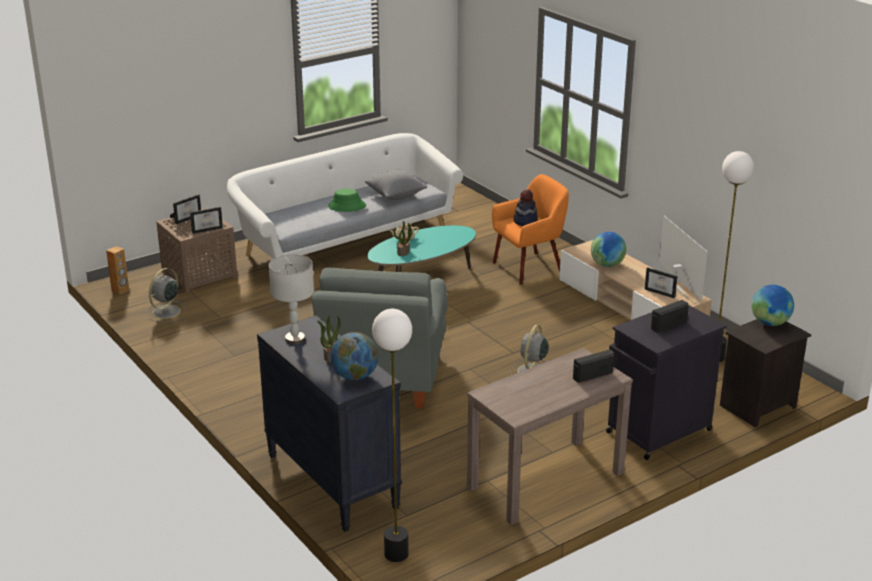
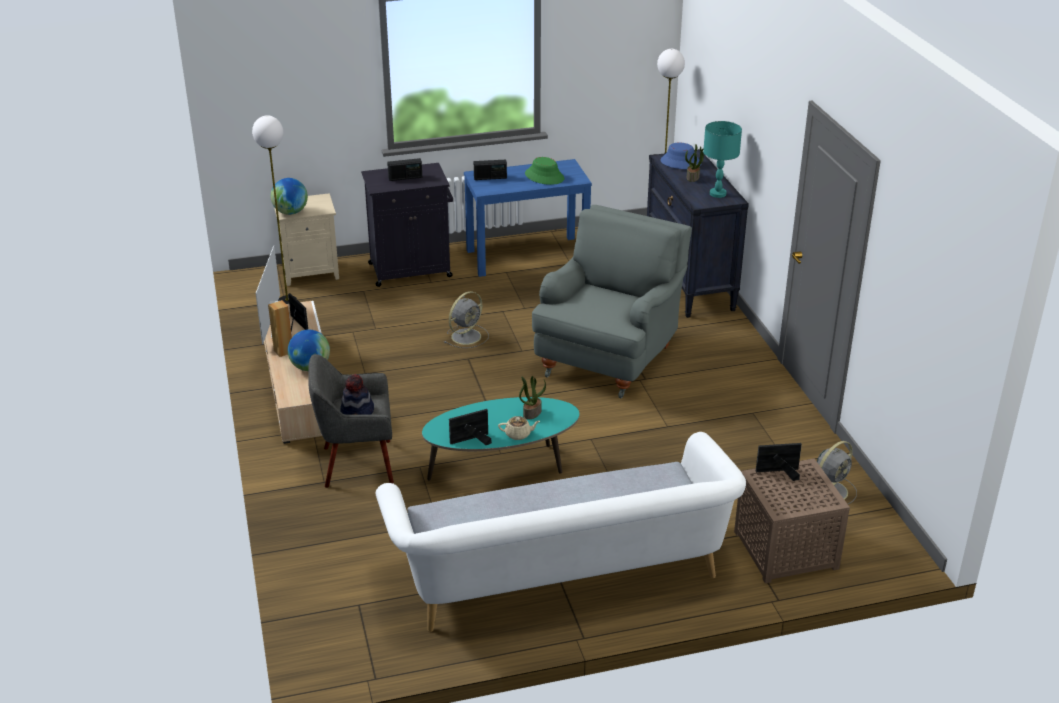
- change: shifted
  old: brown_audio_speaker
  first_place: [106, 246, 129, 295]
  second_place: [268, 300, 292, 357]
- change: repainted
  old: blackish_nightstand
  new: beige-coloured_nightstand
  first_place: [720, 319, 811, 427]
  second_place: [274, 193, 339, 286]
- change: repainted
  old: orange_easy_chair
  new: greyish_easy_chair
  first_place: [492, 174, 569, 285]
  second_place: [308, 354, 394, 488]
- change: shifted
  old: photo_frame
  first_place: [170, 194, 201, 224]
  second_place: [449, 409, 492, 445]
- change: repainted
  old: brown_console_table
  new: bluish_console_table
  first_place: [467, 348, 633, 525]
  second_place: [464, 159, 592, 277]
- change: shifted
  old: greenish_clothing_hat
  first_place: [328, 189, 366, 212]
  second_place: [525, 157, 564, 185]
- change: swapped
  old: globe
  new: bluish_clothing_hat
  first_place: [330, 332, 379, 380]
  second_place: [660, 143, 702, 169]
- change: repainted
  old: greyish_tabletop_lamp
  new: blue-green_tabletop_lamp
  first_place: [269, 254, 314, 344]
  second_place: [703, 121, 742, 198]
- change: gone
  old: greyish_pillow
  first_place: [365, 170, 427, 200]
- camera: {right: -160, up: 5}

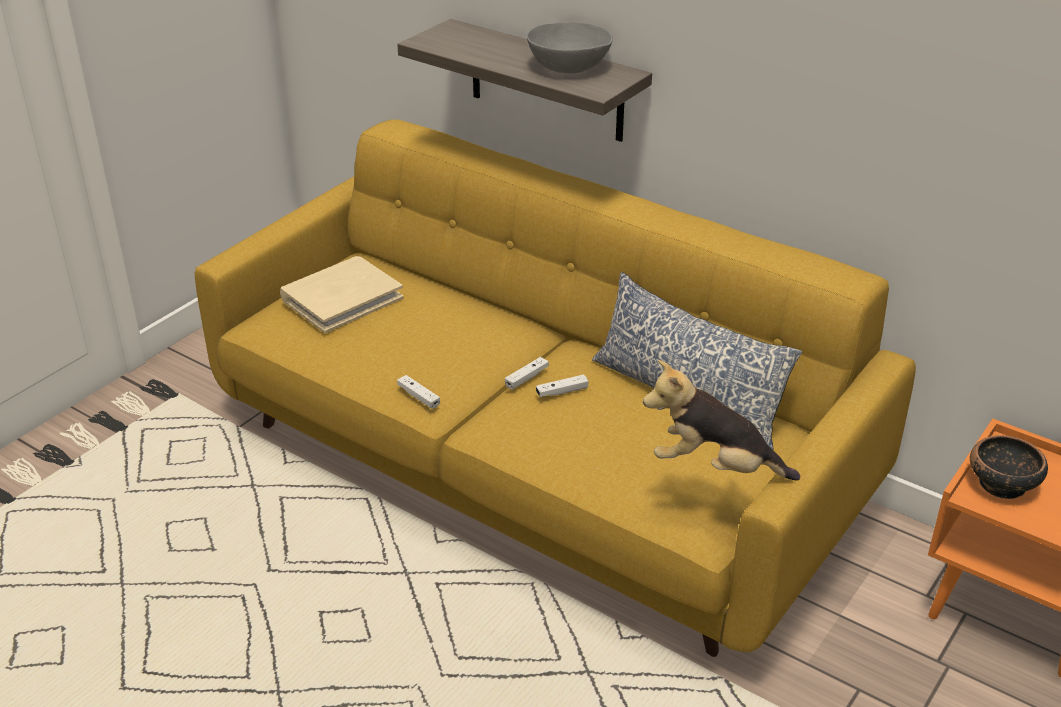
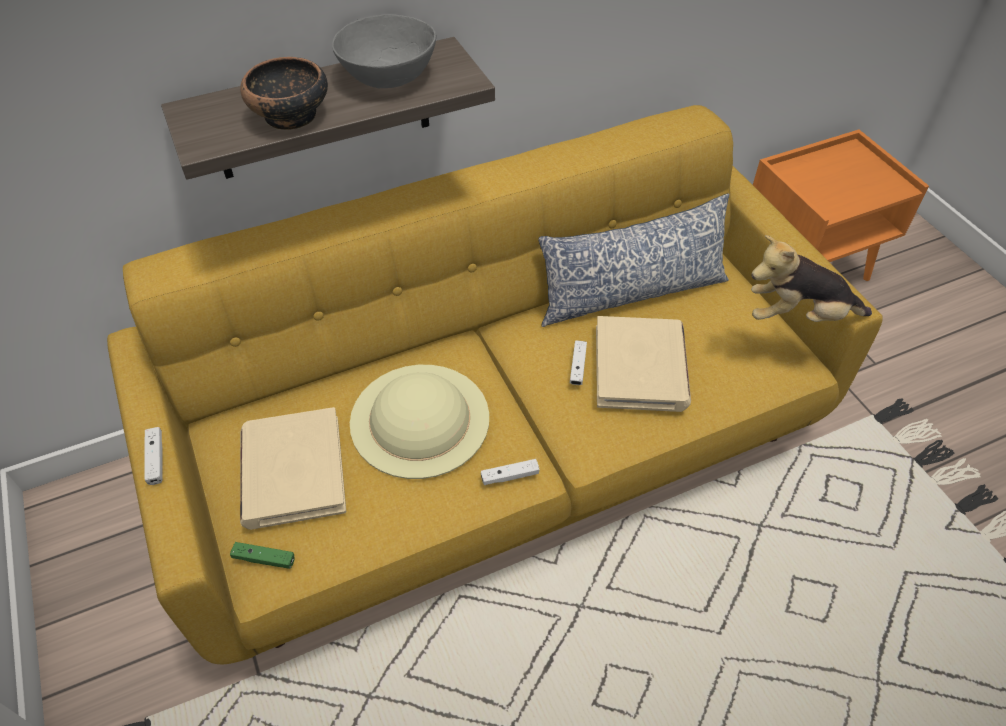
- change: shifted
  old: whitish_game_controller
  first_place: [505, 357, 549, 390]
  second_place: [145, 427, 162, 485]
- change: new
  new: greenish_game_controller
  second_place: [230, 542, 295, 569]
- change: shifted
  old: deep_dish
  first_place: [970, 435, 1048, 499]
  second_place: [240, 57, 328, 130]
- change: new
  new: beige-coloured_clothing_hat
  second_place: [350, 365, 489, 479]
- change: new
  new: beige-coloured_volume
  second_place: [596, 316, 691, 412]
- change: rotated
  old: plush_toy
  first_place: [643, 360, 800, 480]
  second_place: [751, 235, 872, 322]
  degrees: 45
- camera: {right: -60, up: 15}

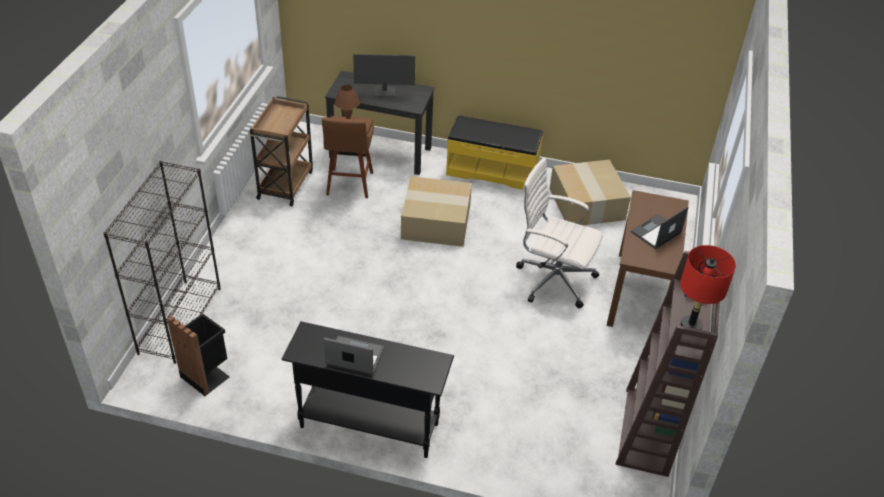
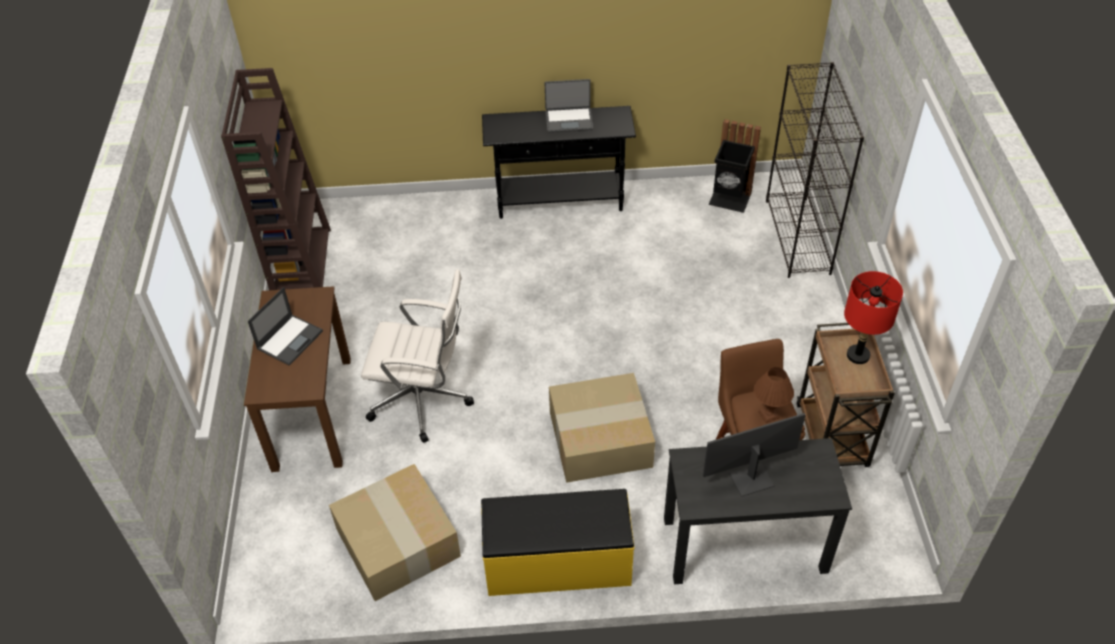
- change: shifted
  old: red_tabletop_lamp
  first_place: [680, 245, 736, 330]
  second_place: [844, 271, 903, 364]
- camera: {right: 165, up: 5}

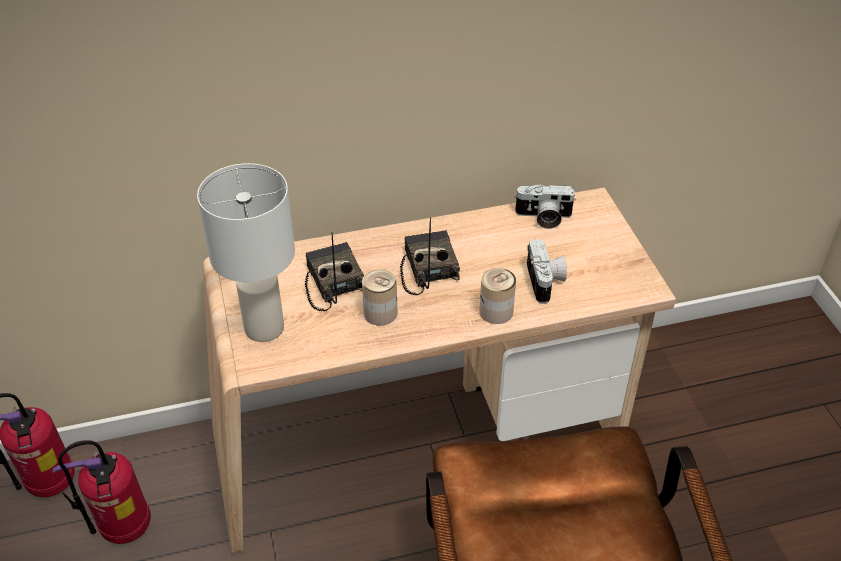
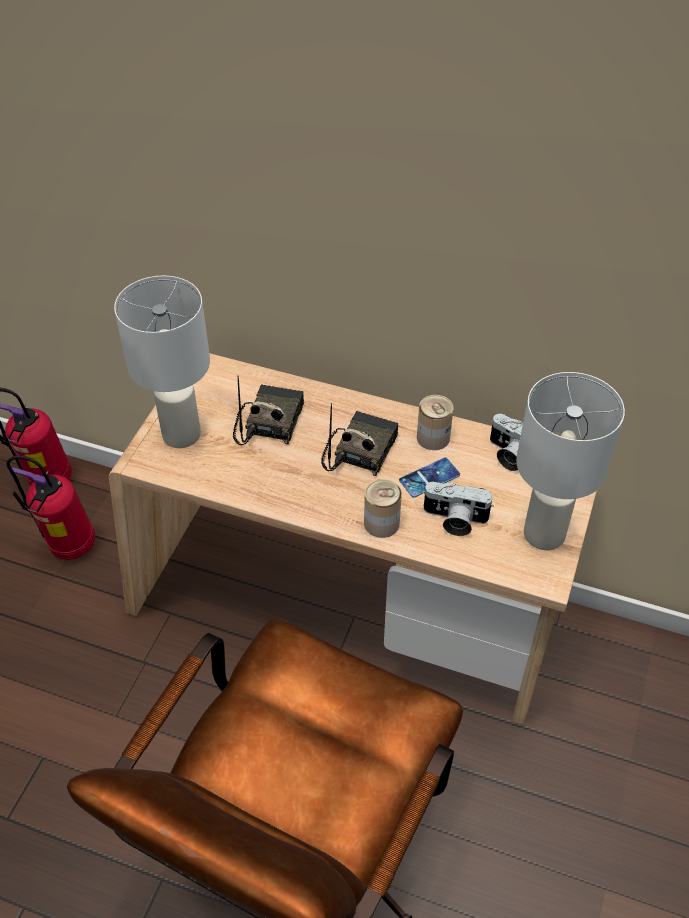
- change: new
  new: telephone
  second_place: [399, 457, 460, 498]
- change: shifted
  old: sealed_can
  first_place: [362, 269, 397, 326]
  second_place: [417, 395, 454, 450]
- change: rotated
  old: still_camera
  first_place: [527, 239, 567, 304]
  second_place: [422, 482, 494, 536]
  degrees: 75
- change: new
  new: whitish_tabletop_lamp
  second_place: [516, 372, 625, 550]
- camera: {right: 35, up: 5}

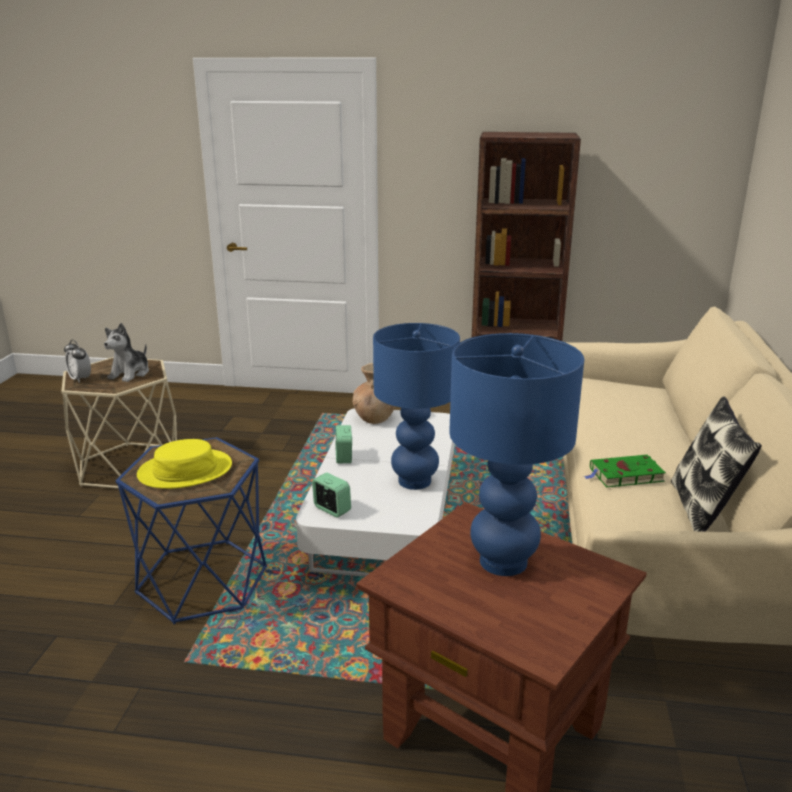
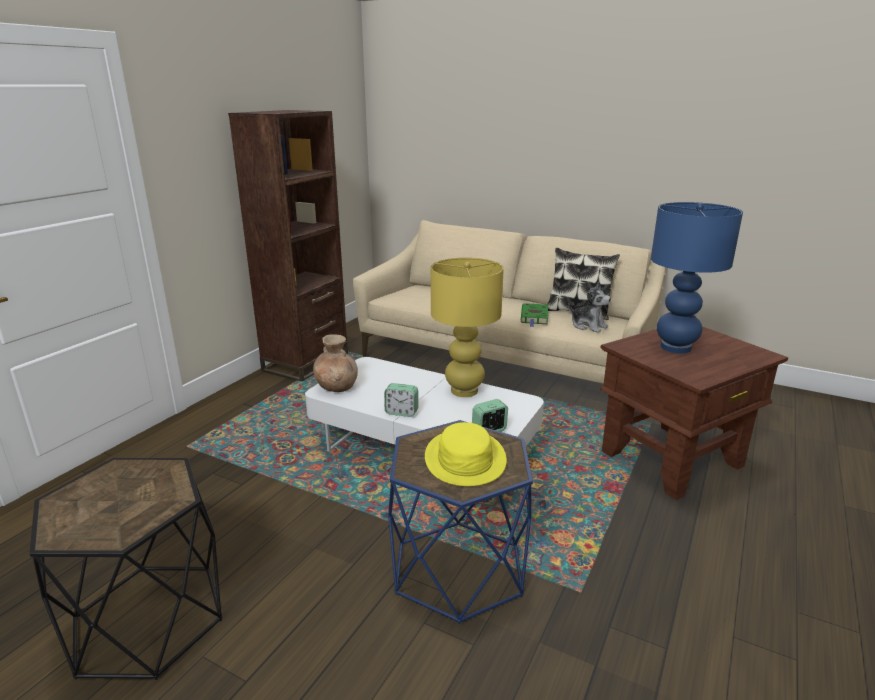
- change: repainted
  old: beige-coloured_side_table
  new: blackish_side_table
  first_place: [61, 357, 177, 489]
  second_place: [29, 458, 222, 680]
- change: repainted
  old: bluish_tabletop_lamp
  new: yellow_tabletop_lamp
  first_place: [373, 323, 460, 490]
  second_place: [431, 258, 504, 397]
- change: shifted
  old: plush_toy
  first_place: [104, 323, 149, 382]
  second_place: [568, 282, 611, 333]
- change: gone
  old: alarm_clock
  first_place: [64, 340, 91, 383]
- camera: {right: -70, up: 0}

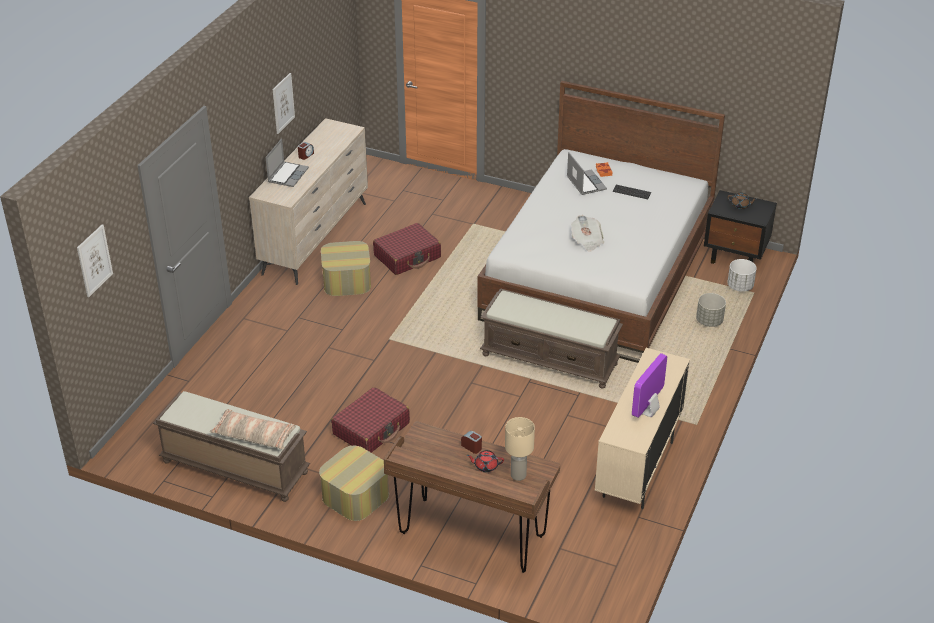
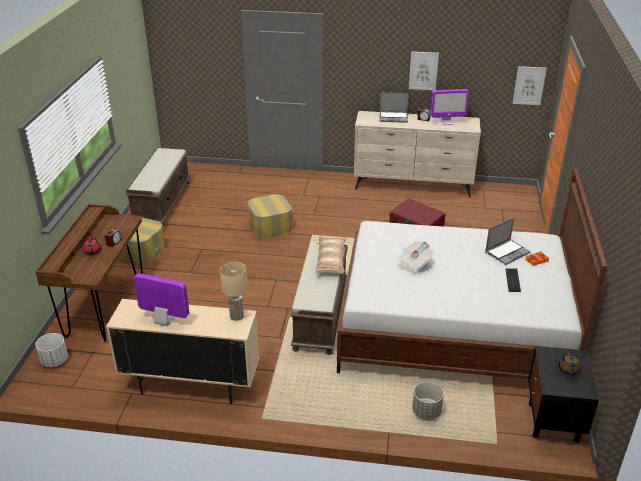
- change: shifted
  old: whitish_planter
  first_place: [727, 259, 757, 292]
  second_place: [36, 333, 68, 367]
- change: shifted
  old: beige-coloured_tabletop_lamp
  first_place: [505, 417, 535, 481]
  second_place: [220, 262, 248, 321]
- change: shifted
  old: pouffe
  first_place: [321, 241, 371, 296]
  second_place: [248, 194, 292, 239]
- change: shifted
  old: pillow
  first_place: [210, 409, 296, 449]
  second_place: [316, 237, 346, 274]
- change: new
  new: computer_screen
  second_place: [430, 89, 469, 125]
- change: shifted
  old: wall_picture
  first_place: [77, 224, 113, 297]
  second_place: [512, 66, 547, 105]
- change: gone
  old: red_travel_case
  first_place: [331, 387, 410, 452]
- camera: {right: 75, up: -5}

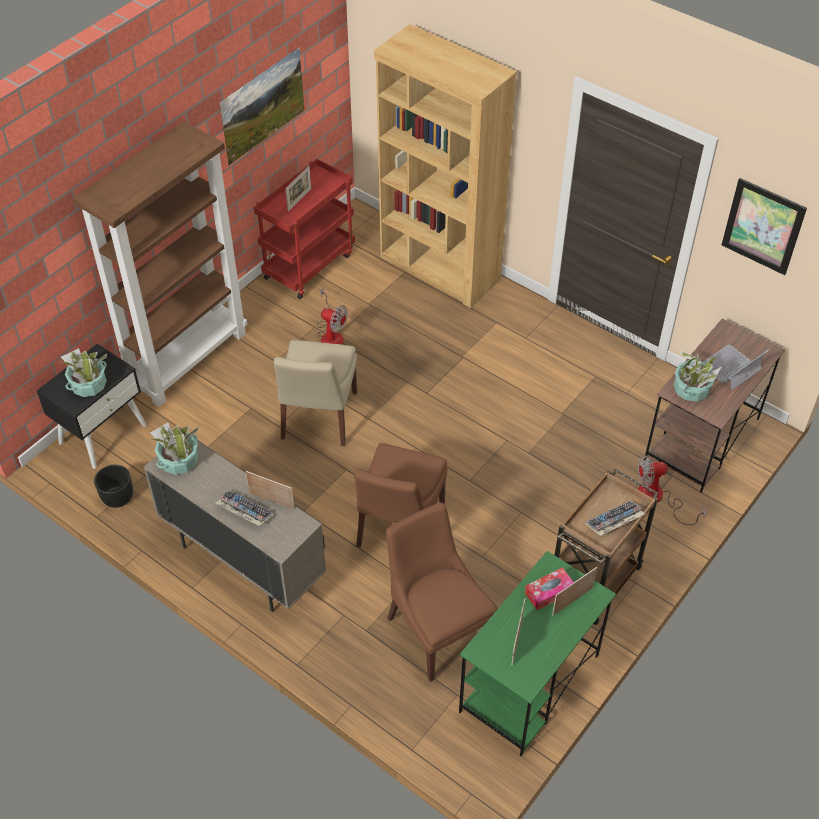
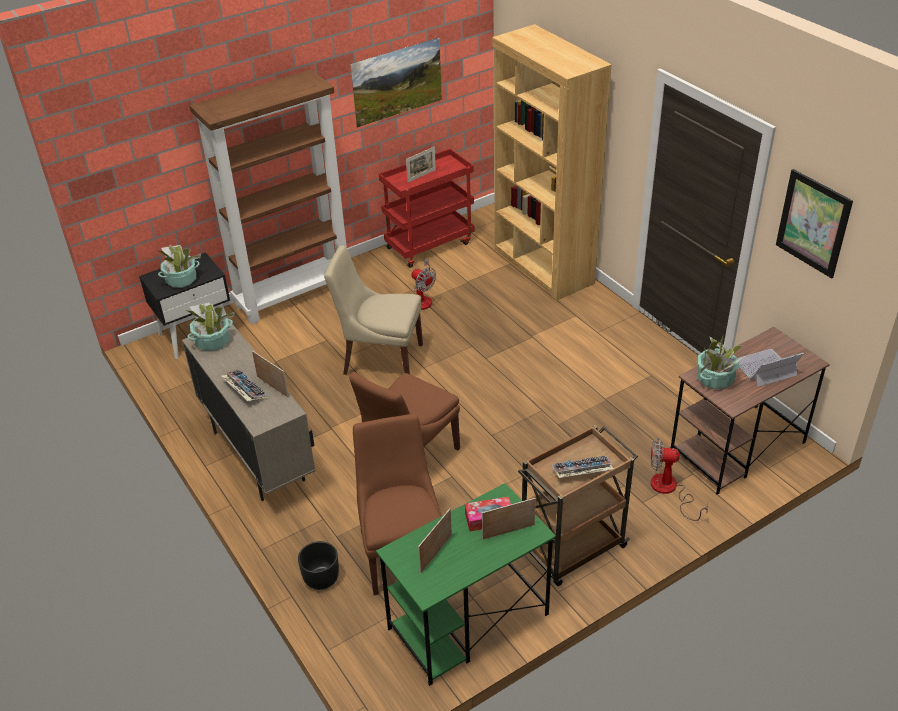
- change: shifted
  old: blackish_planter
  first_place: [94, 465, 133, 508]
  second_place: [298, 541, 339, 590]
- change: rotated
  old: beige-coloured_plain_chair
  first_place: [274, 340, 357, 446]
  second_place: [324, 245, 423, 375]
  degrees: 75
- camera: {right: 20, up: -10}

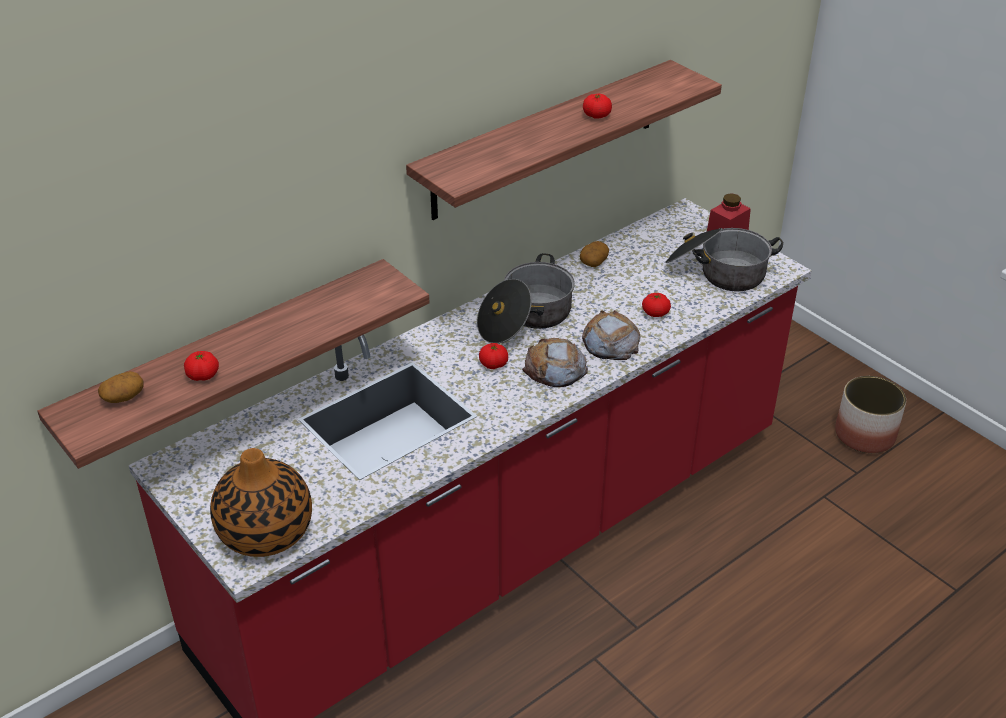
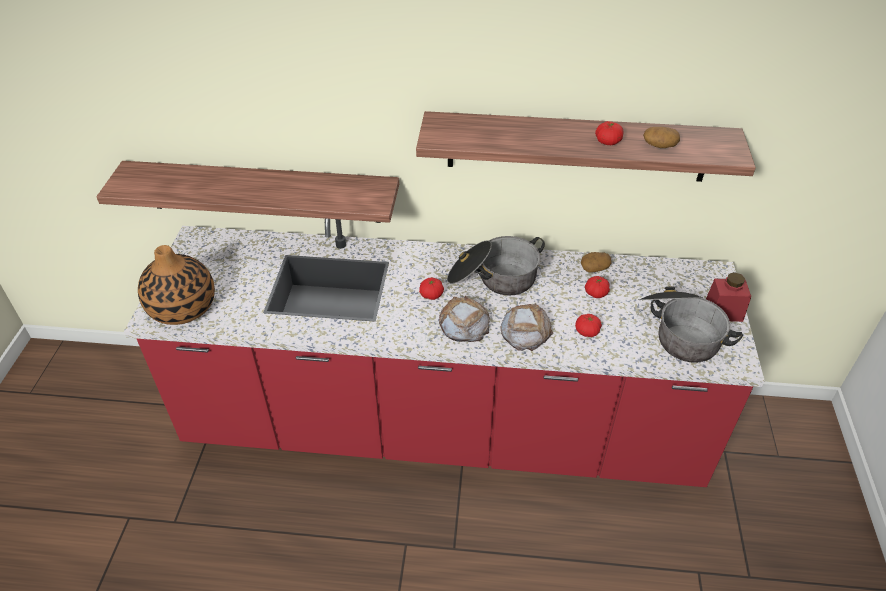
- change: shifted
  old: whole_tomato
  first_place: [184, 351, 219, 381]
  second_place: [585, 276, 610, 298]
- change: shifted
  old: whole_potato
  first_place: [98, 371, 144, 403]
  second_place: [643, 127, 680, 148]
- change: gone
  old: planter
  first_place: [835, 376, 906, 453]
- camera: {right: 45, up: 5}

